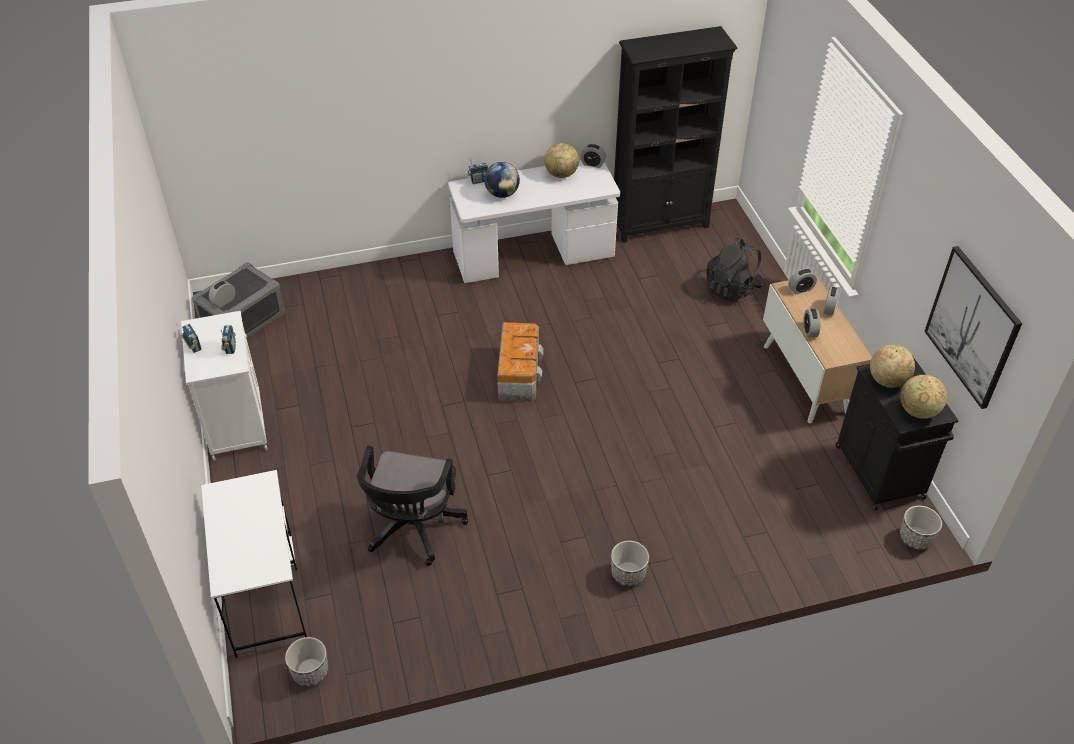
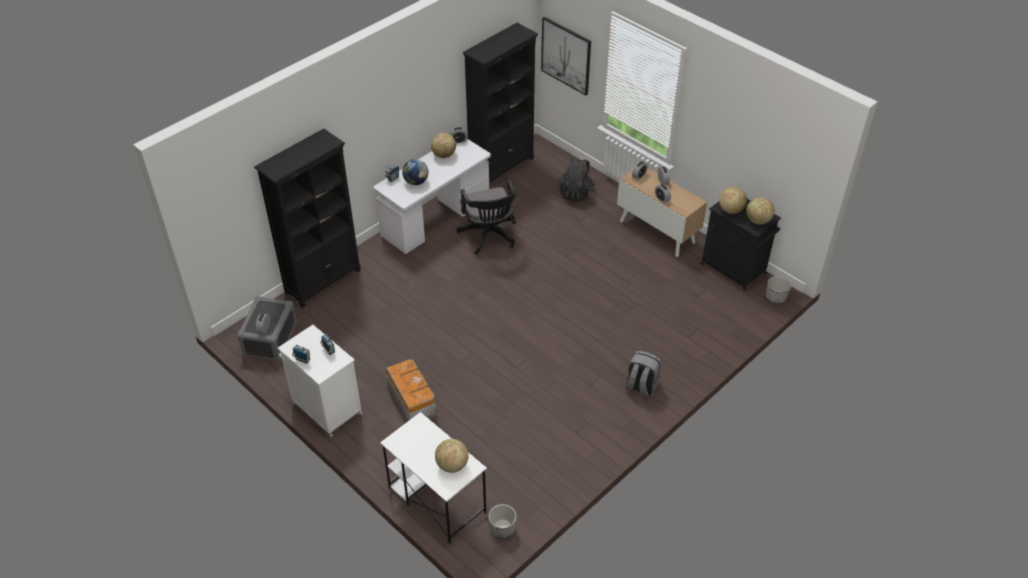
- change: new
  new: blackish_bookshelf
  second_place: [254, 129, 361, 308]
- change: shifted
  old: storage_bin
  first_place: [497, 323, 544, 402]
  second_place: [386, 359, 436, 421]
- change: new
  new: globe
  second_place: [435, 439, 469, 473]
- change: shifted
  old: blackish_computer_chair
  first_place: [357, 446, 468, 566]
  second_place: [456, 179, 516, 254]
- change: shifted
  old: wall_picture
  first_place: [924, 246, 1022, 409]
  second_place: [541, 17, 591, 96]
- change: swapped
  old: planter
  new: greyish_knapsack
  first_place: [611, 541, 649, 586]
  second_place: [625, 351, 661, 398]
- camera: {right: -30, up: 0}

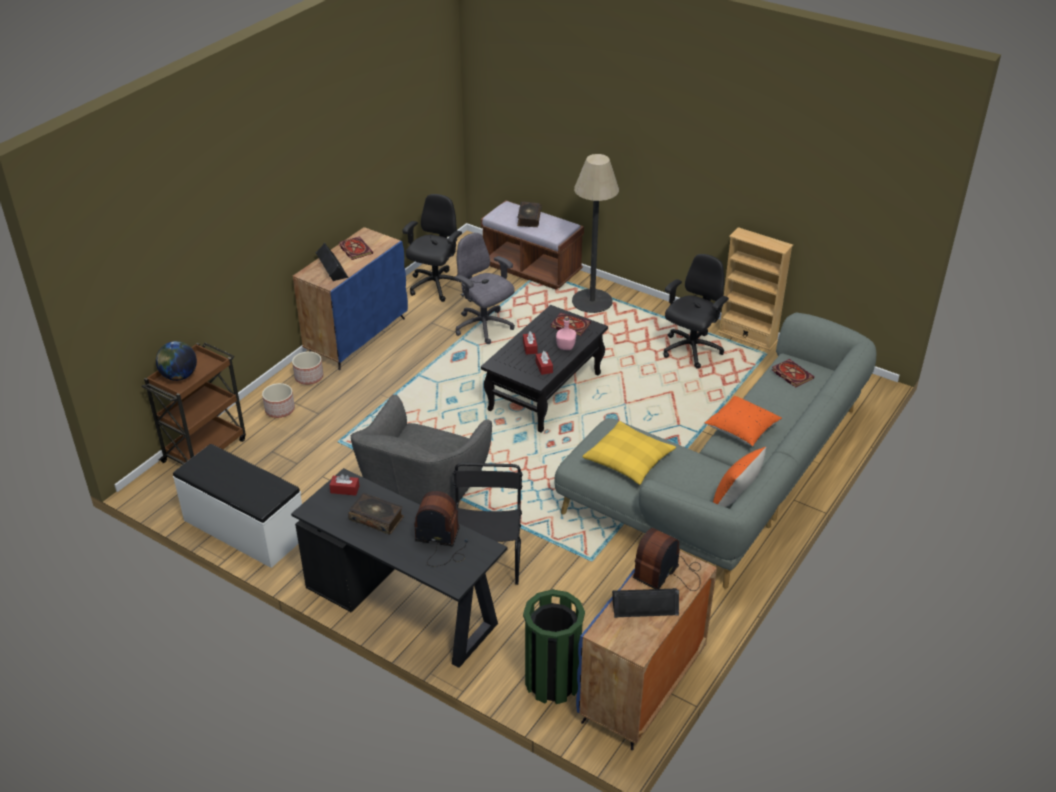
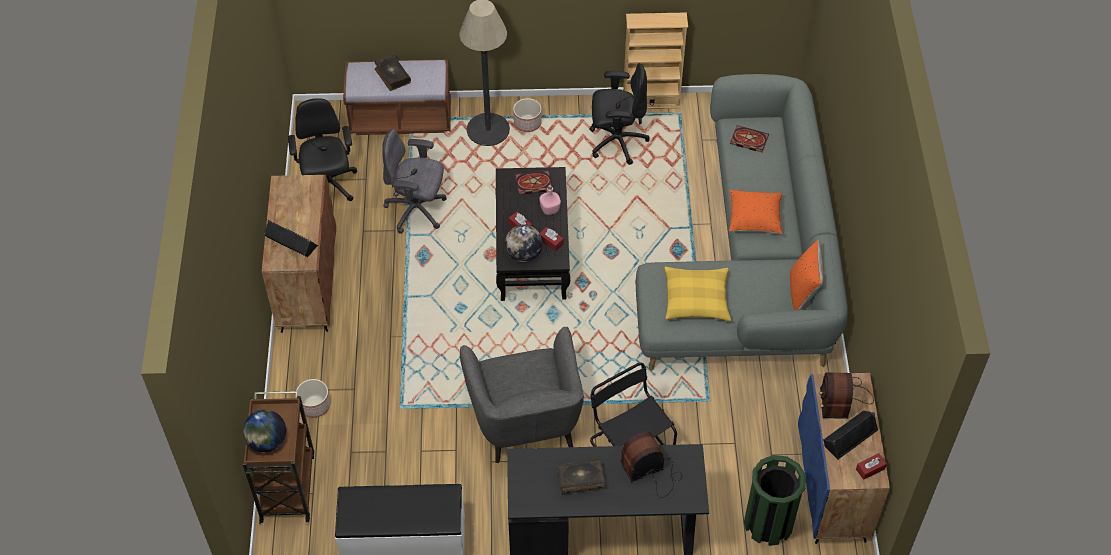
- change: repainted
  old: bluish_storage_cabinet
  new: brown_storage_cabinet
  first_place: [293, 227, 408, 370]
  second_place: [262, 175, 336, 333]
- change: new
  new: globe
  second_place: [505, 224, 543, 262]
- change: shifted
  old: planter
  first_place: [292, 352, 323, 385]
  second_place: [513, 98, 542, 132]
- change: rotated
  old: blackish_computer_chair
  first_place: [663, 254, 729, 369]
  second_place: [589, 63, 649, 165]
  degrees: 90
- change: shifted
  old: red_tissue_holder
  first_place: [329, 474, 359, 496]
  second_place: [856, 453, 887, 480]
- change: gone
  old: volume
  first_place: [339, 236, 373, 260]
- camera: {right: -35, up: 15}

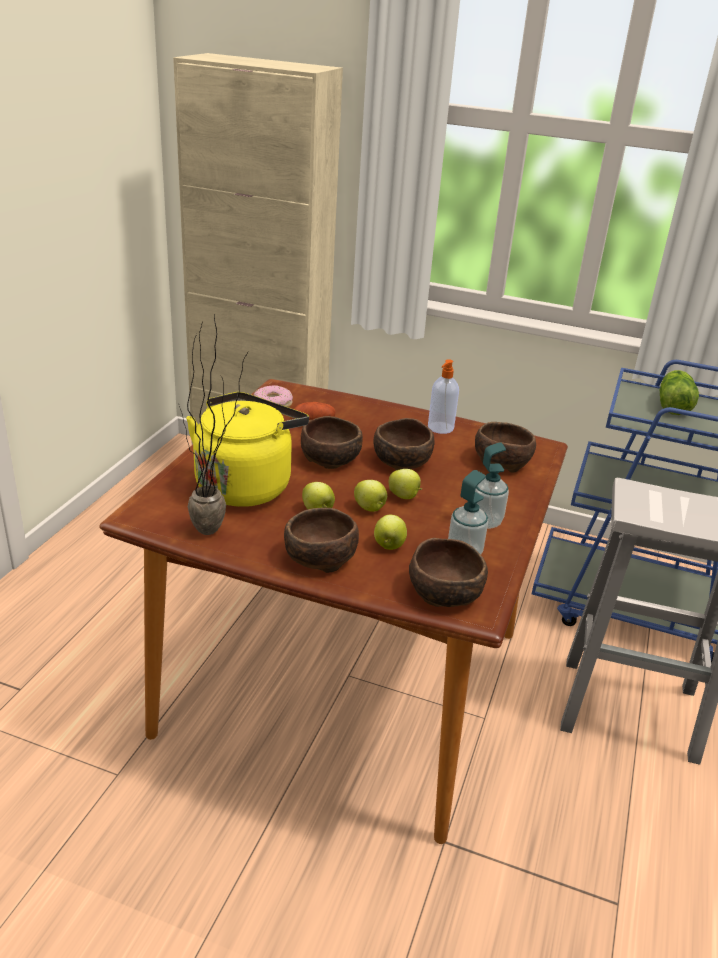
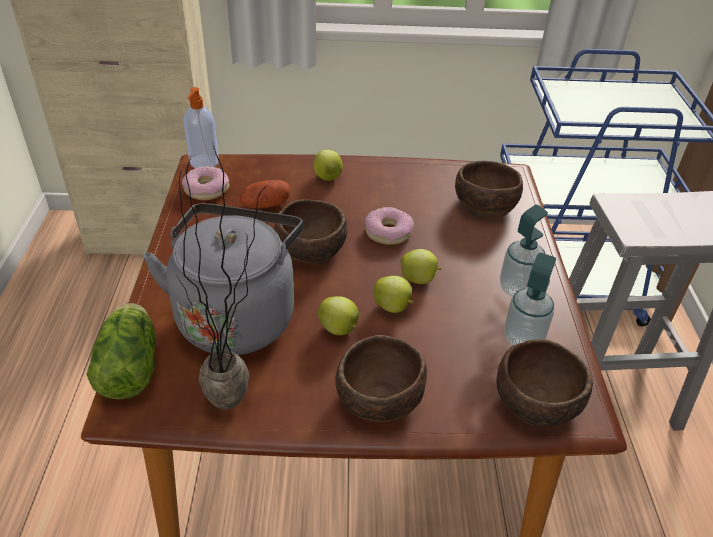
- change: shifted
  old: head_of_lettuce
  first_place: [660, 370, 699, 415]
  second_place: [86, 303, 155, 400]
- change: repainted
  old: yellow_kettle
  new: greyish_kettle
  first_place: [186, 392, 309, 507]
  second_place: [143, 203, 303, 355]
- change: shifted
  old: soap_dispenser
  first_place: [428, 359, 459, 434]
  second_place: [184, 87, 219, 168]
- change: shifted
  old: apple_fruit
  first_place: [374, 515, 407, 550]
  second_place: [314, 150, 343, 181]
- change: swapped
  old: brown_deep_dish
  new: doughnut
  first_place: [373, 418, 435, 470]
  second_place: [365, 207, 414, 245]
- camera: {right: -20, up: 10}

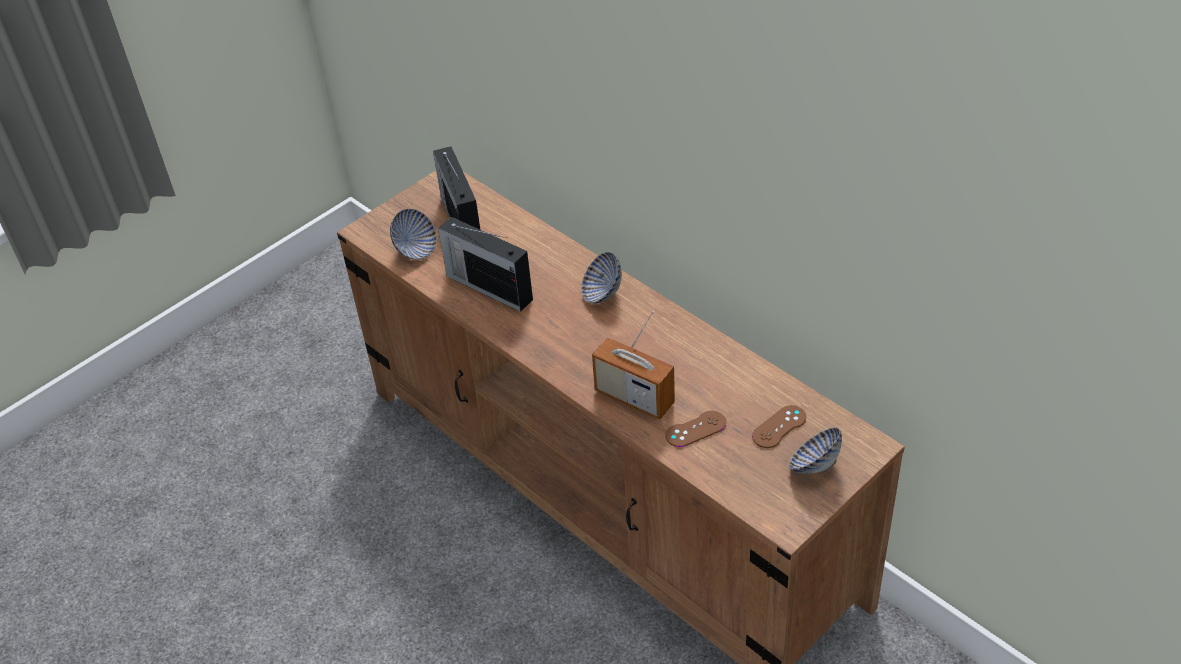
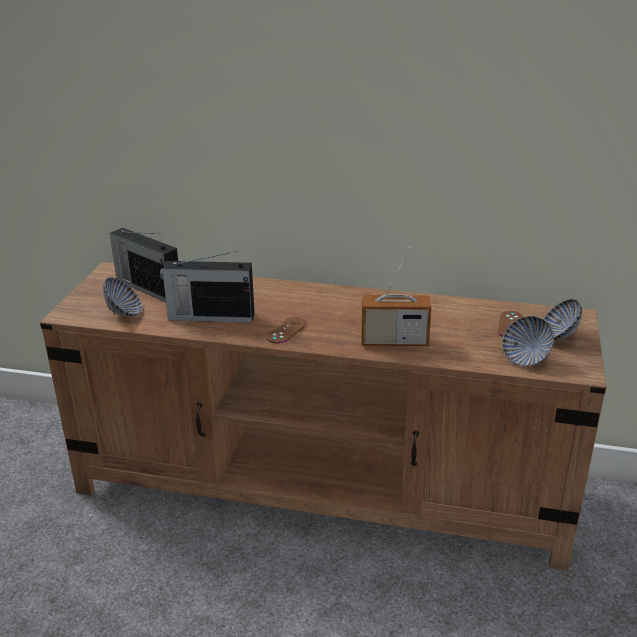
- change: shifted
  old: brown_game_controller
  first_place: [665, 411, 726, 447]
  second_place: [266, 317, 306, 344]
- change: shifted
  old: deep_dish
  first_place: [581, 252, 622, 304]
  second_place: [502, 316, 554, 367]
- camera: {right: -35, up: -15}

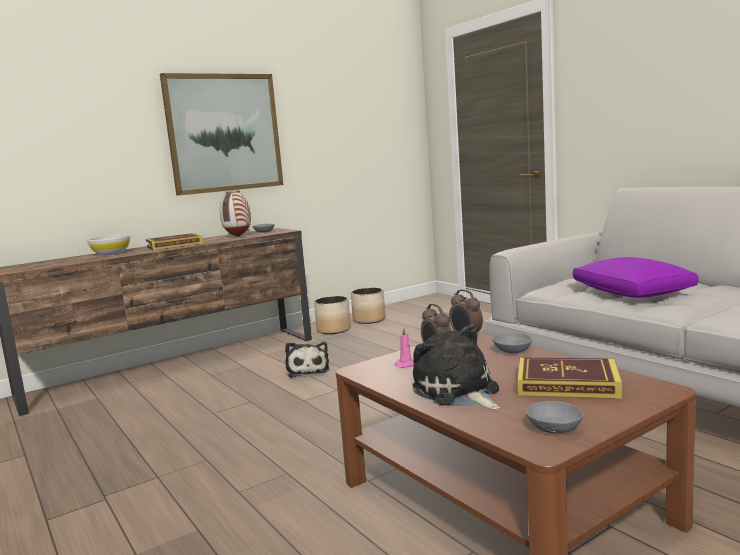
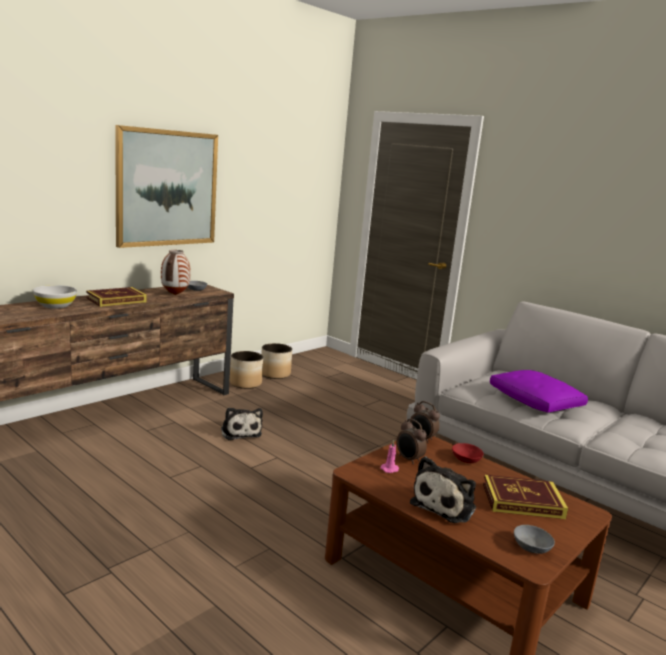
- change: rotated
  old: plush_toy
  first_place: [413, 324, 500, 410]
  second_place: [410, 456, 476, 523]
  degrees: -105
- change: repainted
  old: greyish_deep_dish
  new: red_deep_dish
  first_place: [493, 333, 532, 353]
  second_place: [452, 443, 484, 463]
- camera: {right: -15, up: 5}

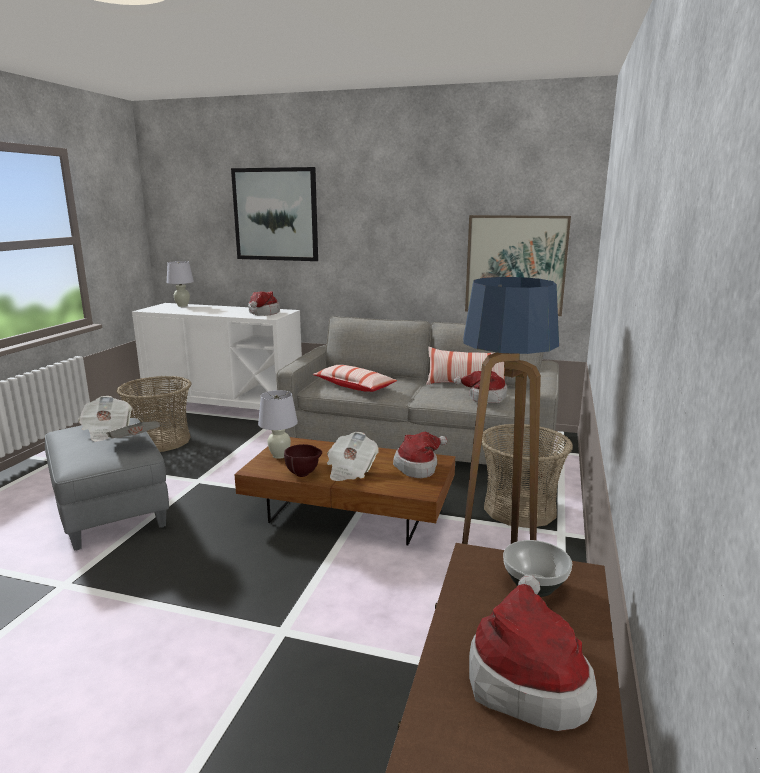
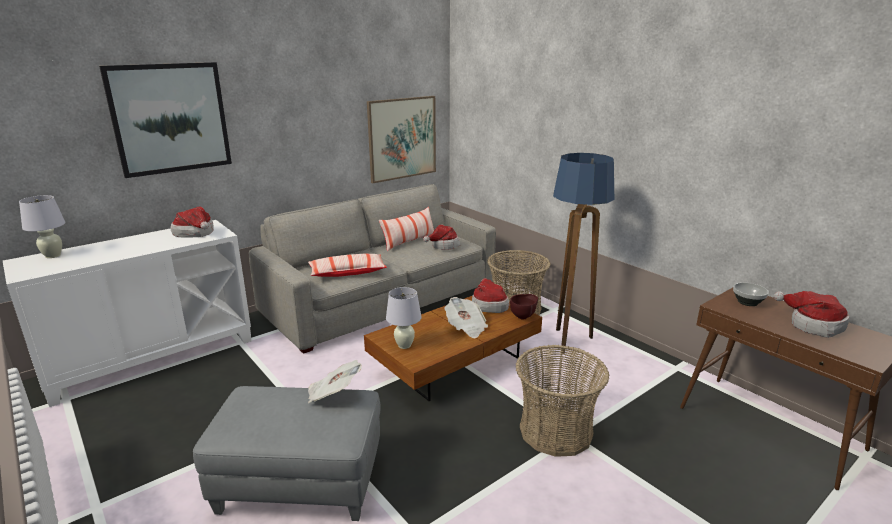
- change: shifted
  old: brown_deep_dish
  first_place: [284, 444, 322, 477]
  second_place: [510, 294, 538, 320]
- change: shifted
  old: storage_basket
  first_place: [116, 376, 191, 452]
  second_place: [515, 345, 610, 457]
- change: gone
  old: newspaper
  first_place: [78, 396, 132, 442]
- camera: {right: -55, up: 5}

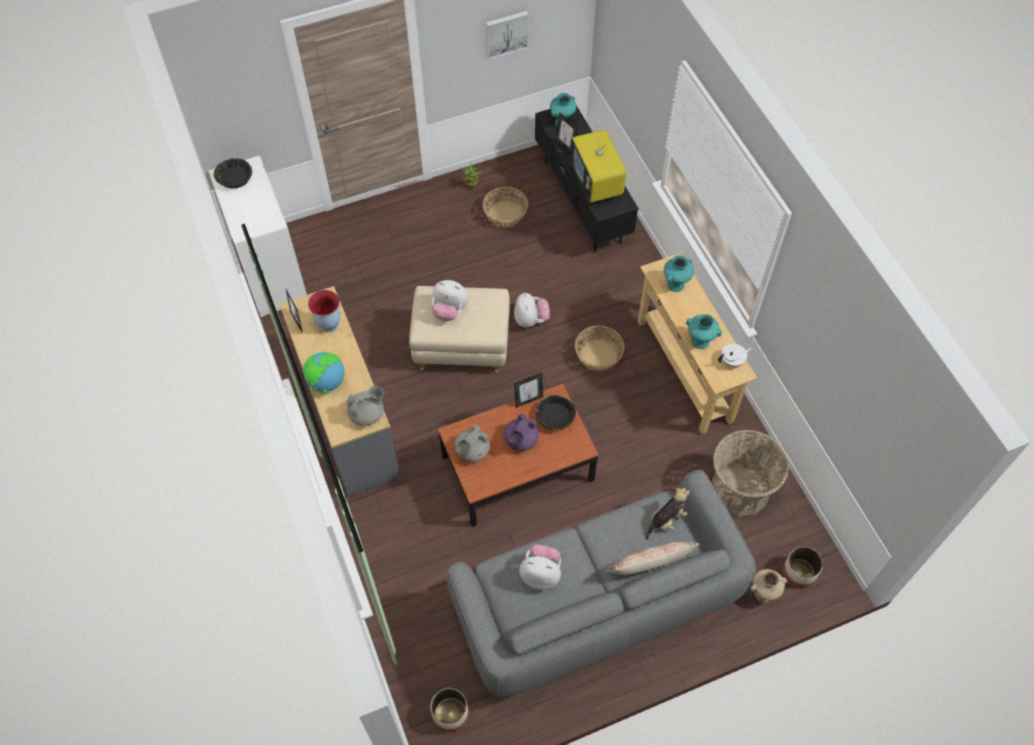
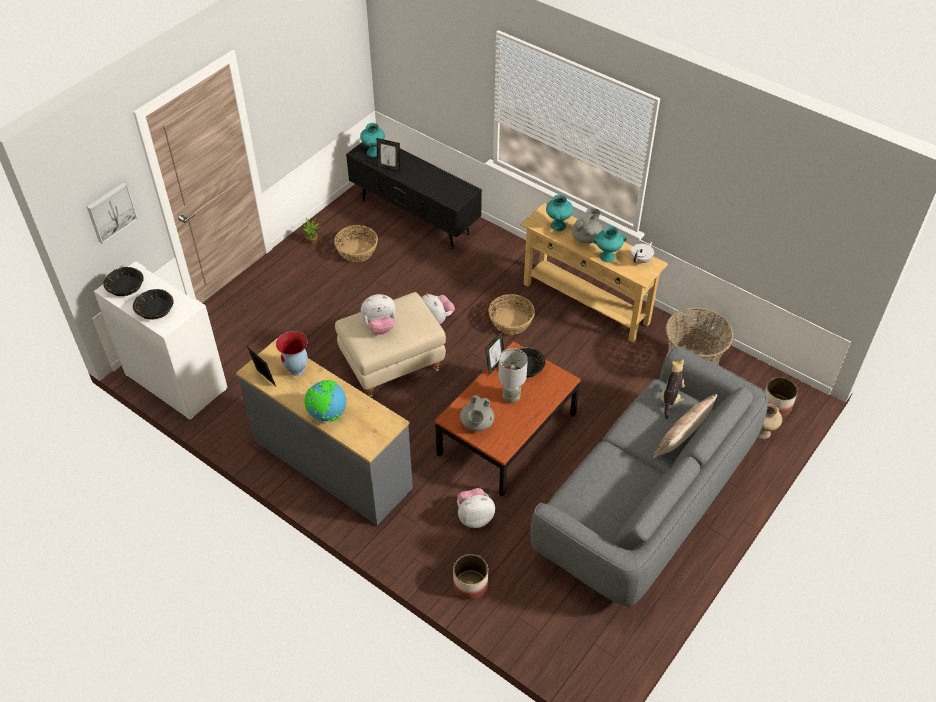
- change: shifted
  old: wall_picture
  first_place: [486, 11, 528, 59]
  second_place: [87, 182, 138, 244]
- change: new
  new: blackish_deep_dish
  second_place: [133, 289, 174, 320]
- change: shifted
  old: planter
  first_place: [430, 688, 469, 733]
  second_place: [453, 554, 488, 600]
- change: shifted
  old: plush_toy
  first_place: [519, 544, 561, 590]
  second_place: [457, 488, 495, 528]
- change: swapped
  old: purplish_tea_pot
  new: greyish_tabletop_lamp
  first_place: [503, 414, 539, 451]
  second_place: [498, 348, 528, 403]
- change: shifted
  old: greyish_tea_pot
  first_place: [347, 386, 384, 426]
  second_place: [572, 208, 603, 244]
- change: gone
  old: television
  first_place: [570, 125, 626, 203]
- camera: {right: -30, up: -10}

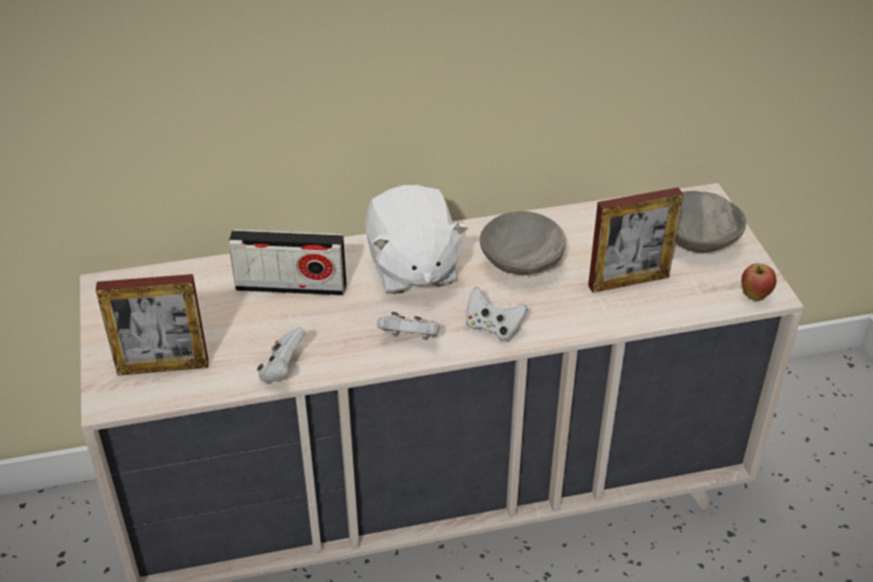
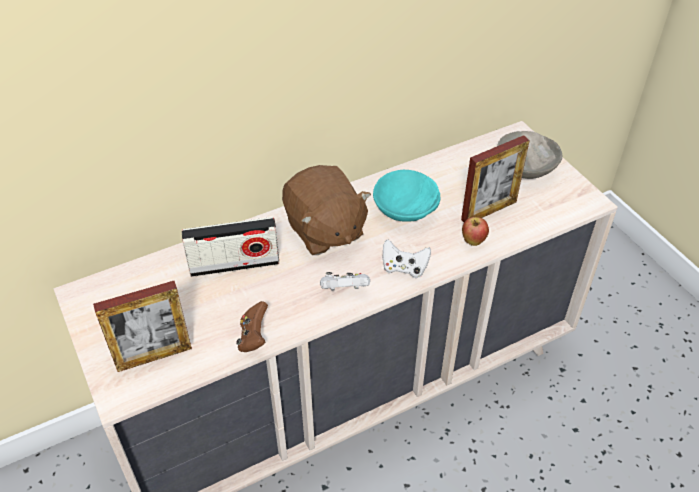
- change: repainted
  old: whitish_game_controller
  new: brown_game_controller
  first_place: [257, 327, 307, 383]
  second_place: [236, 301, 268, 352]
- change: repainted
  old: whitish_plush_toy
  new: brown_plush_toy
  first_place: [365, 185, 468, 294]
  second_place: [282, 165, 371, 255]
- change: repainted
  old: greyish_deep_dish
  new: blue-green_deep_dish
  first_place: [480, 211, 566, 275]
  second_place: [373, 170, 440, 222]
- change: shifted
  old: apple_fruit
  first_place: [741, 263, 776, 301]
  second_place: [462, 217, 489, 246]
- camera: {right: -15, up: 5}

